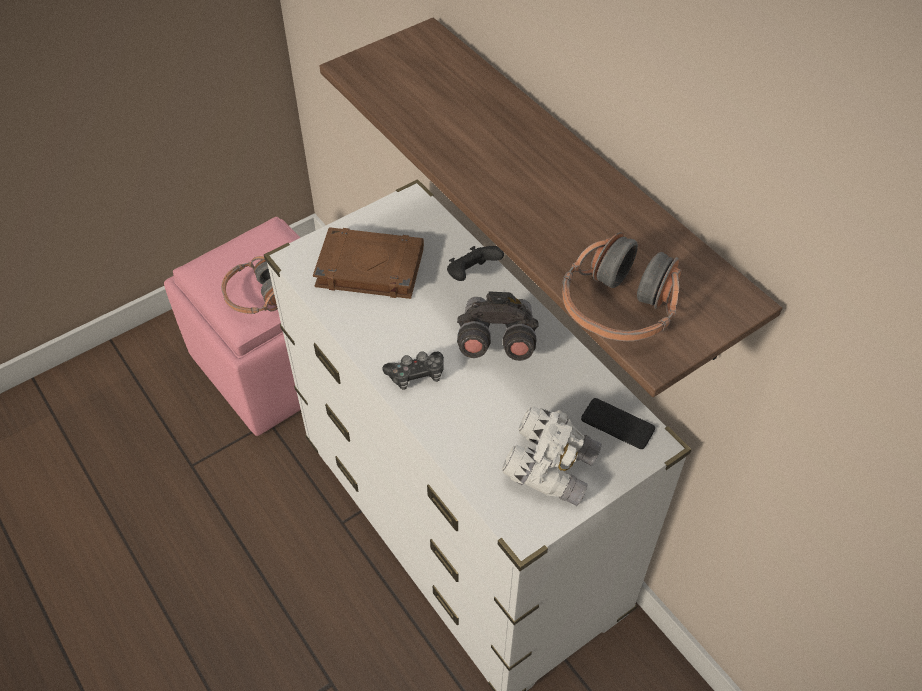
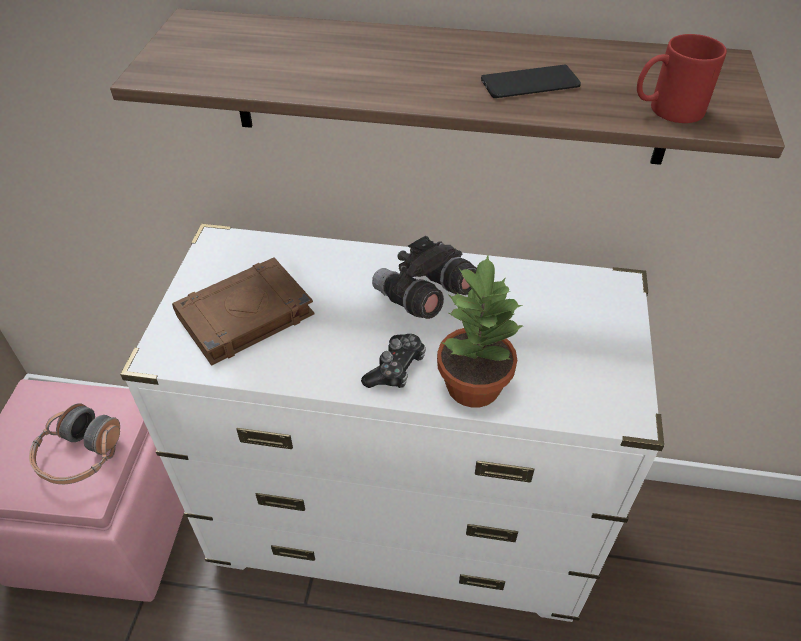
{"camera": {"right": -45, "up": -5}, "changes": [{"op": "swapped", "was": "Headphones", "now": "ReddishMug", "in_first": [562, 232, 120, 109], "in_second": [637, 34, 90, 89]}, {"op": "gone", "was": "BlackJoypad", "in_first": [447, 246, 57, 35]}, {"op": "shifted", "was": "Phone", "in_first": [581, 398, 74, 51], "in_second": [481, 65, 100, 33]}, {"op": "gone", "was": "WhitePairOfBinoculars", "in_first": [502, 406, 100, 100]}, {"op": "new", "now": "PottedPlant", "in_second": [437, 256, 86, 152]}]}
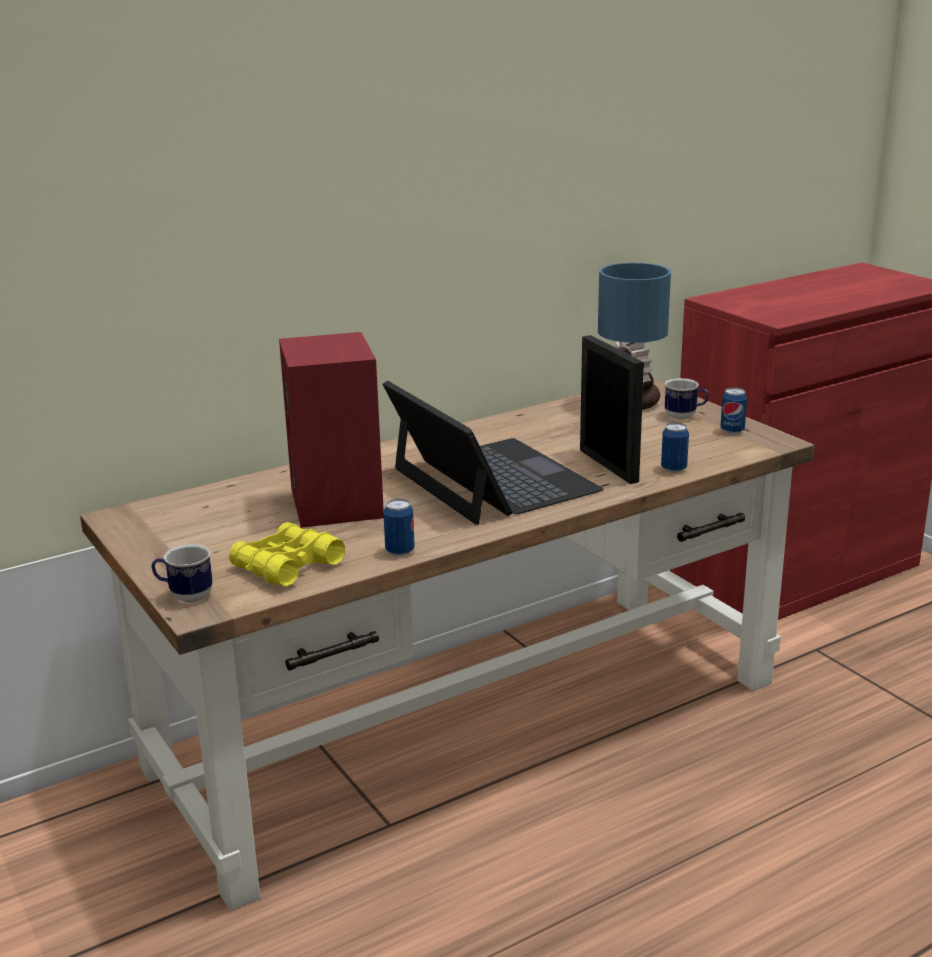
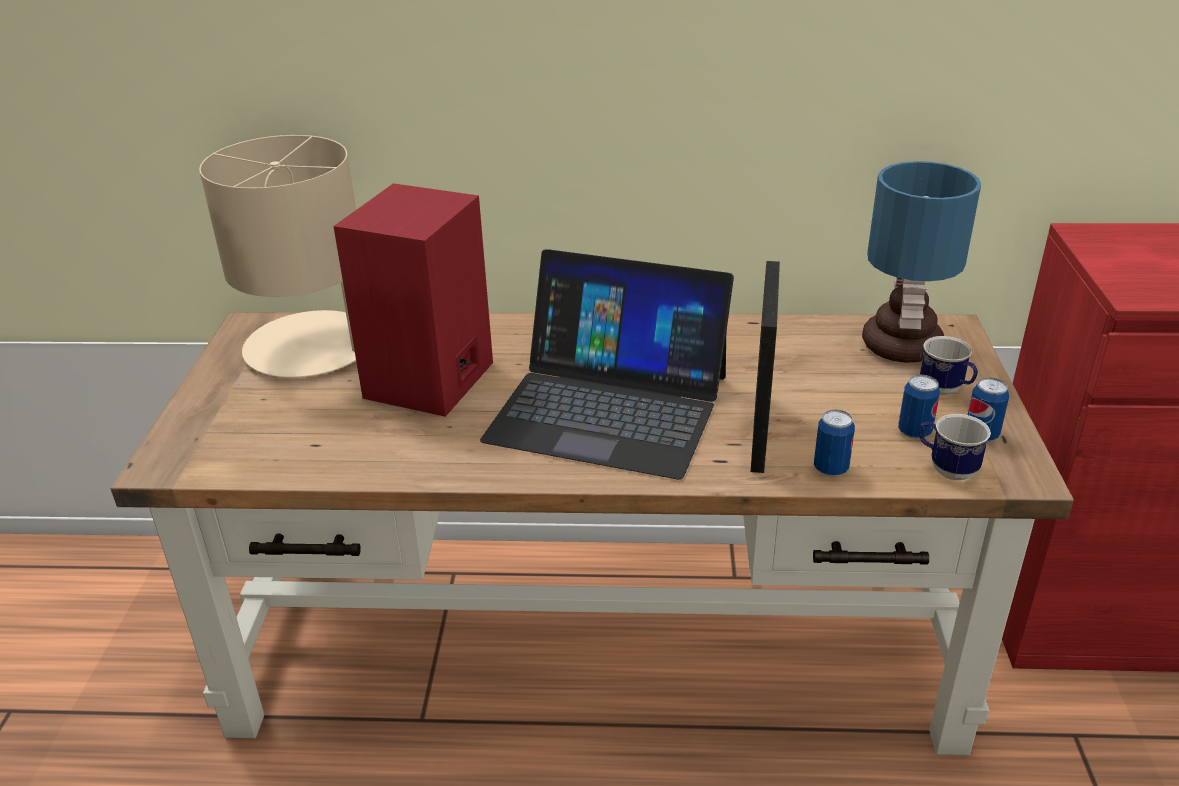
{"camera": {"right": 35, "up": 10}, "changes": [{"op": "rotated", "was": "PortableComputer", "in_first": [383, 381, 220, 144], "in_second": [480, 249, 254, 231], "clockwise": 105}, {"op": "shifted", "was": "Can", "in_first": [383, 499, 32, 57], "in_second": [898, 375, 42, 64]}, {"op": "gone", "was": "YellowColouredPairOfBinoculars", "in_first": [229, 522, 116, 64]}, {"op": "shifted", "was": "Mug", "in_first": [151, 544, 62, 58], "in_second": [919, 414, 72, 66]}, {"op": "new", "now": "BeigeColouredLampForATable", "in_second": [199, 135, 157, 243]}]}
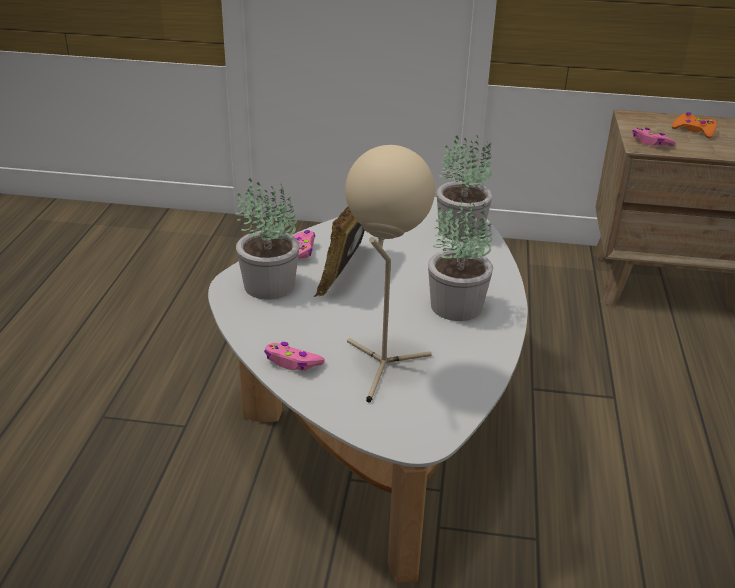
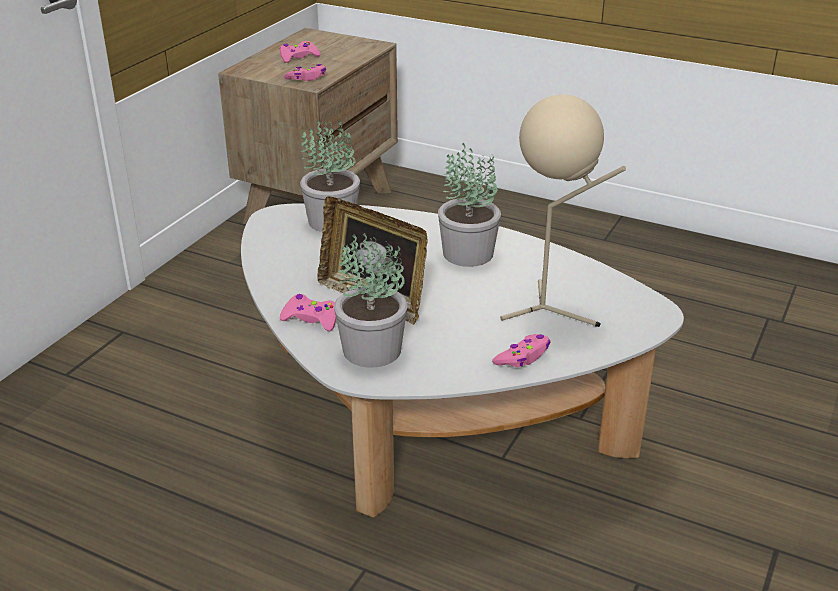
{"camera": {"right": -70, "up": 0}, "changes": [{"op": "repainted", "was": "OrangeJoypad", "now": "PinkColouredJoypad", "in_first": [672, 112, 44, 26], "in_second": [280, 41, 40, 22]}]}
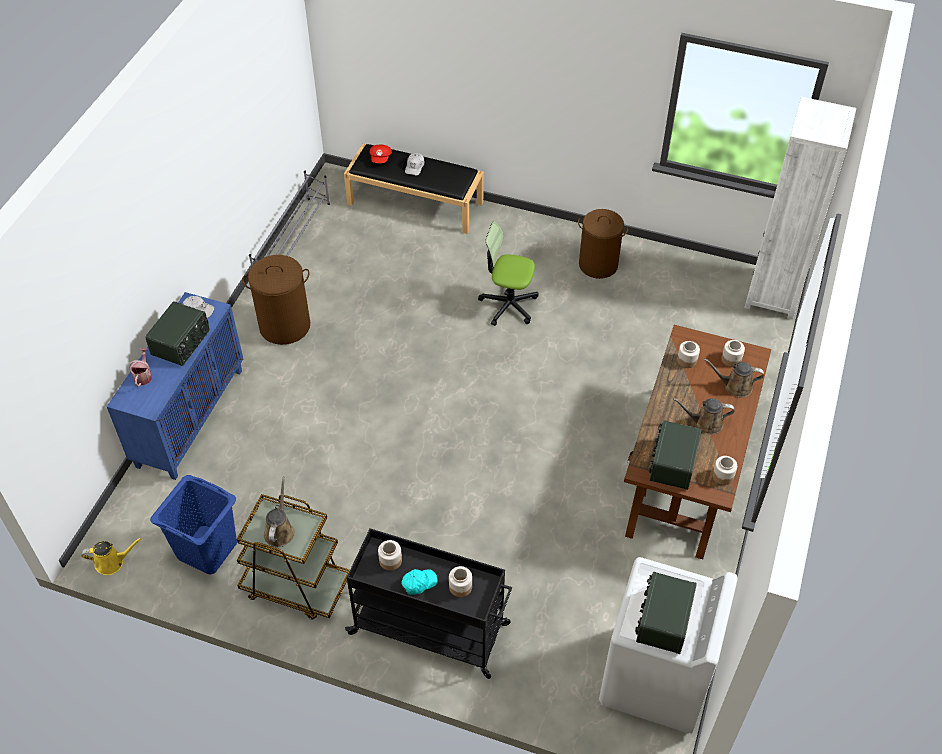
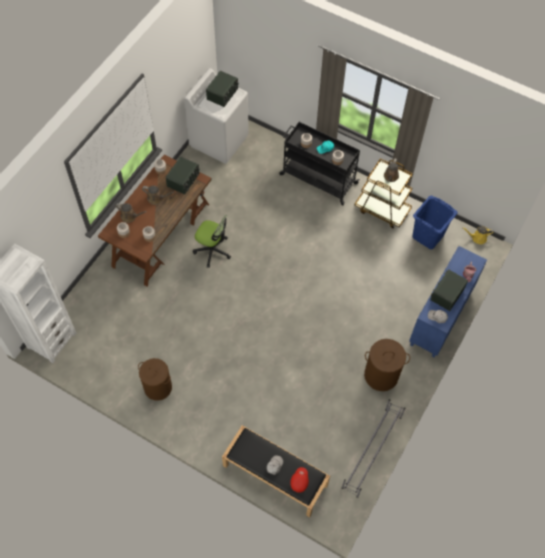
{"camera": {"right": -170, "up": 10}, "changes": [{"op": "shifted", "was": "DeskChair", "in_first": [478, 221, 61, 105], "in_second": [193, 215, 38, 53]}]}
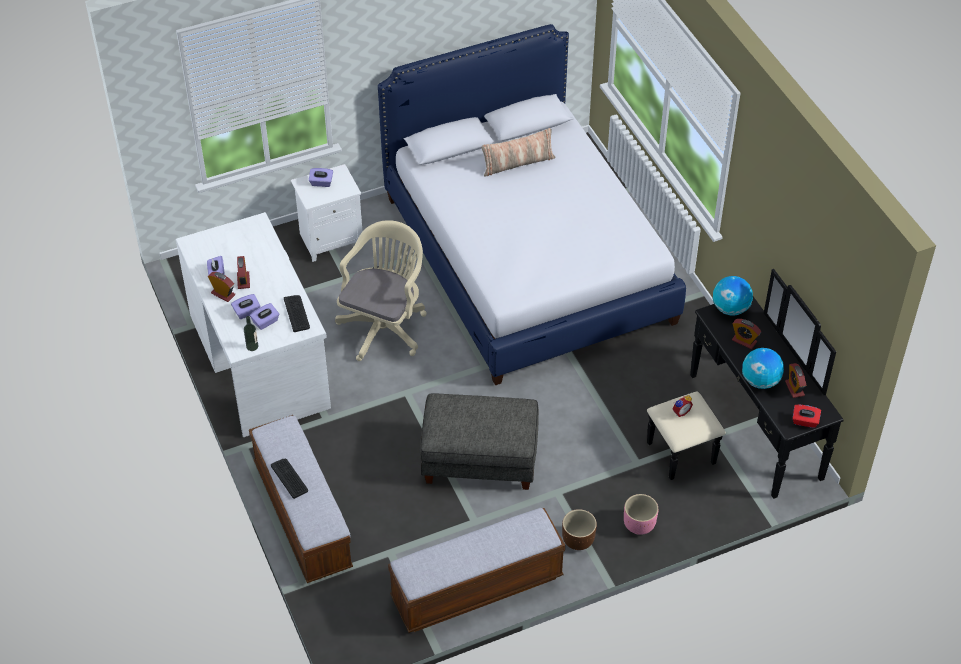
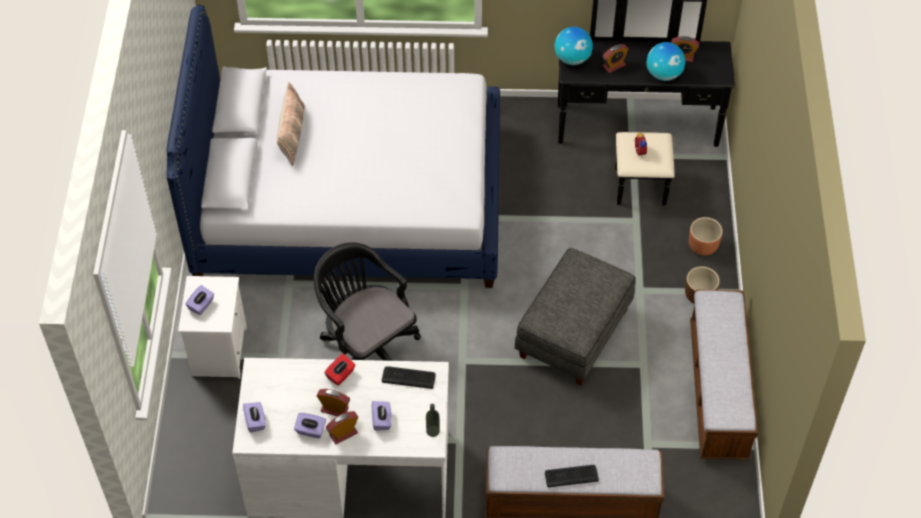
{"camera": {"right": -65, "up": 5}, "changes": [{"op": "repainted", "was": "BeigeColouredDeskChair", "now": "BlackDeskChair", "in_first": [335, 220, 92, 141], "in_second": [314, 242, 107, 119]}, {"op": "shifted", "was": "PurpleColouredTissueHolder", "in_first": [250, 303, 30, 27], "in_second": [243, 402, 23, 30]}, {"op": "shifted", "was": "ReddishTissueHolder", "in_first": [793, 405, 28, 23], "in_second": [324, 354, 32, 32]}, {"op": "repainted", "was": "PinkColouredFlowerPot", "now": "BrownishFlowerPot", "in_first": [624, 494, 34, 41], "in_second": [689, 217, 34, 38]}]}
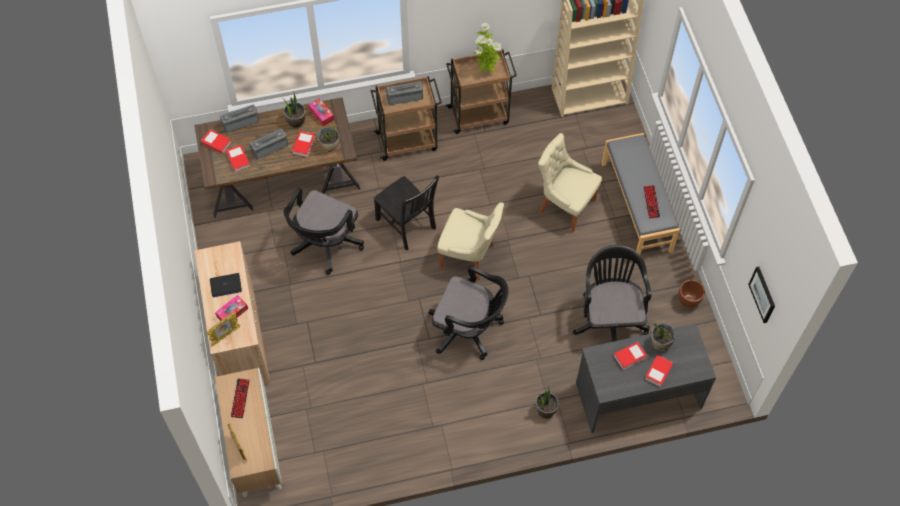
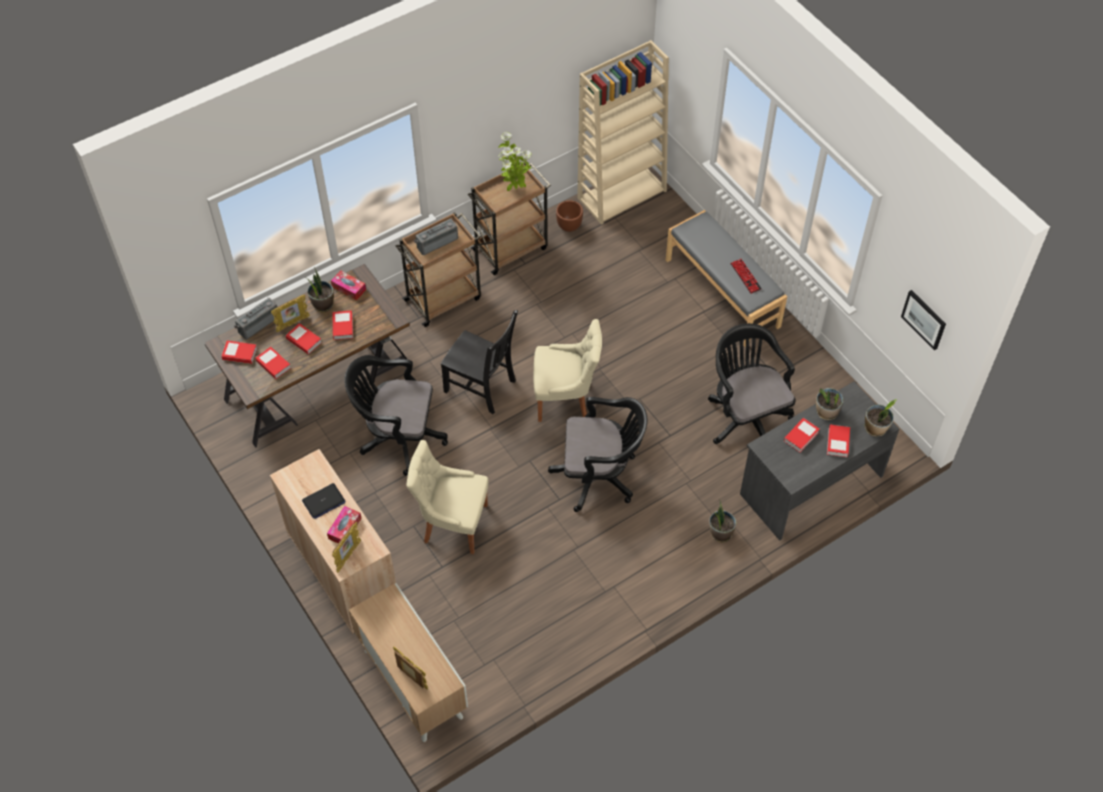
{"camera": {"right": -20, "up": -5}, "changes": [{"op": "shifted", "was": "PottedPlant", "in_first": [318, 125, 21, 28], "in_second": [865, 399, 32, 38]}, {"op": "swapped", "was": "Radio", "now": "Book", "in_first": [249, 128, 39, 32], "in_second": [286, 323, 36, 31]}, {"op": "shifted", "was": "BeigeColouredUprightChair", "in_first": [538, 133, 64, 99], "in_second": [406, 440, 83, 114]}, {"op": "rotated", "was": "BlackDeskChair", "in_first": [284, 187, 80, 88], "in_second": [344, 355, 104, 121], "clockwise": 90}, {"op": "shifted", "was": "BrownishFlowerPot", "in_first": [678, 279, 27, 29], "in_second": [556, 200, 27, 32]}, {"op": "gone", "was": "Keyboard", "in_first": [231, 378, 19, 41]}, {"op": "new", "now": "PictureFrame", "in_second": [271, 294, 39, 38]}]}
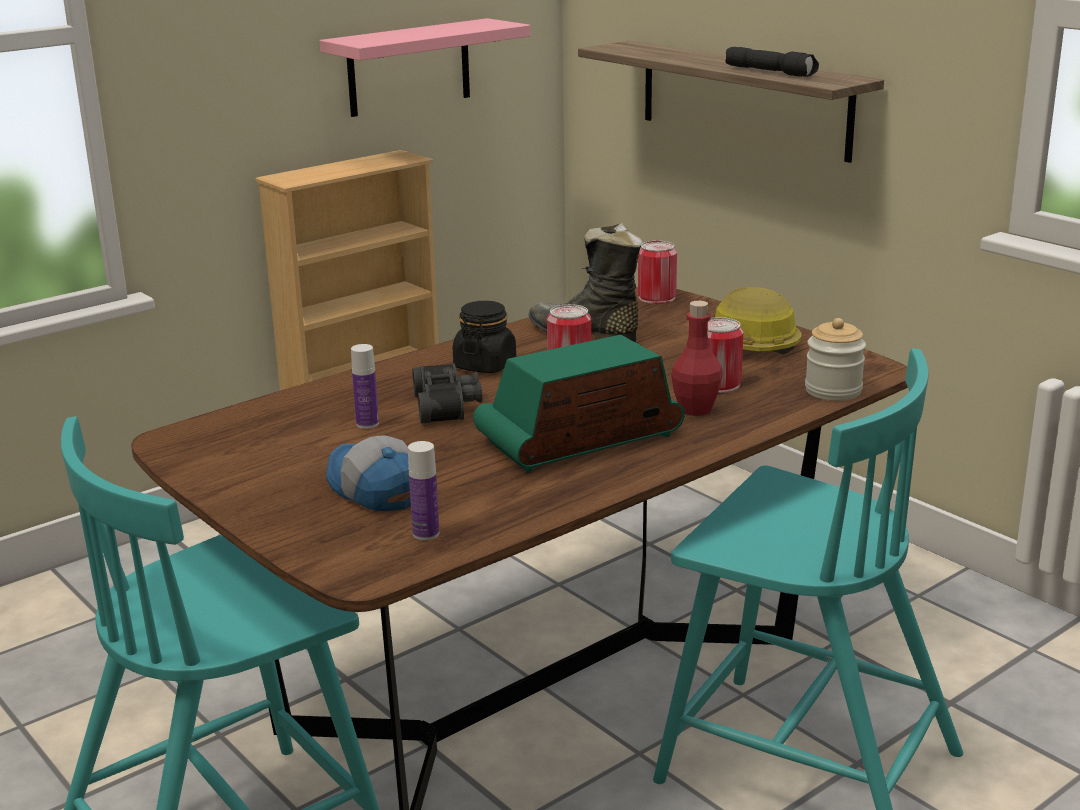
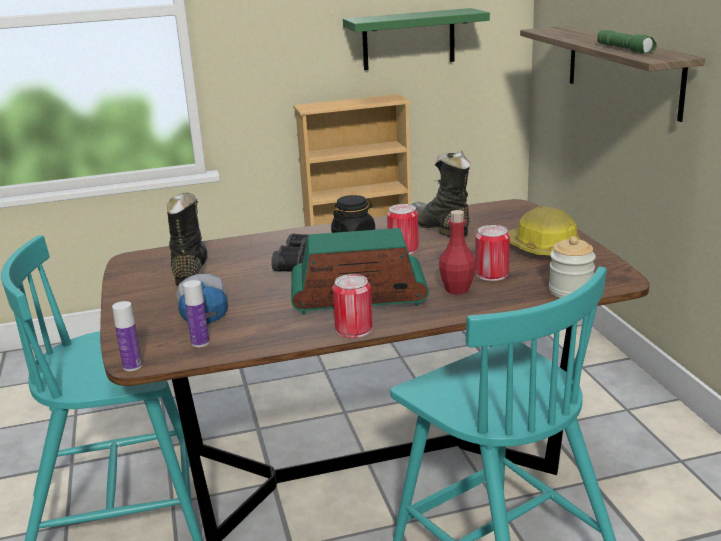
{"camera": {"right": 25, "up": 0}, "changes": [{"op": "repainted", "was": "PinkColouredShelf", "now": "GreenishShelf", "in_first": [320, 18, 210, 99], "in_second": [343, 8, 147, 62]}, {"op": "repainted", "was": "BlackHandTorch", "now": "GreenishHandTorch", "in_first": [725, 47, 94, 30], "in_second": [597, 30, 60, 24]}, {"op": "shifted", "was": "Can", "in_first": [638, 241, 39, 63], "in_second": [332, 274, 41, 64]}, {"op": "shifted", "was": "Bottle", "in_first": [351, 344, 28, 85], "in_second": [112, 301, 30, 70]}, {"op": "new", "now": "BlackHighTopBoot", "in_second": [167, 193, 40, 93]}]}
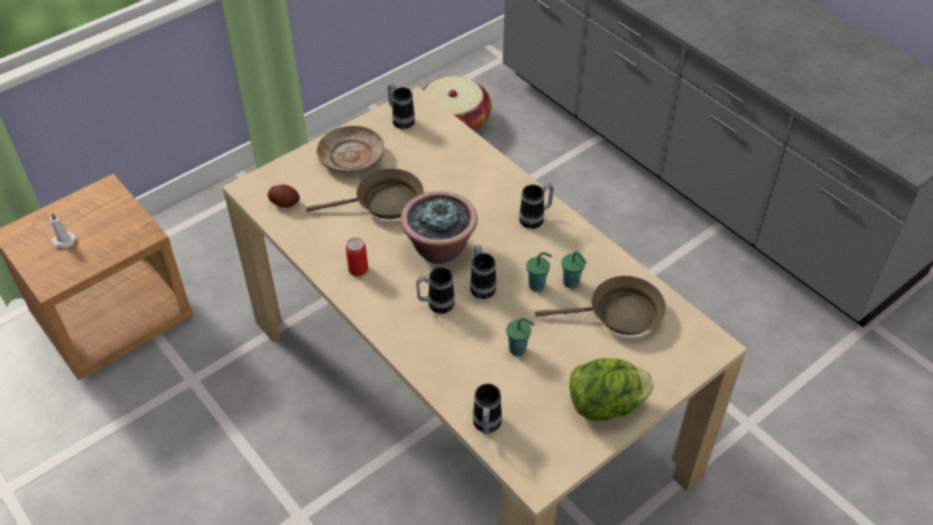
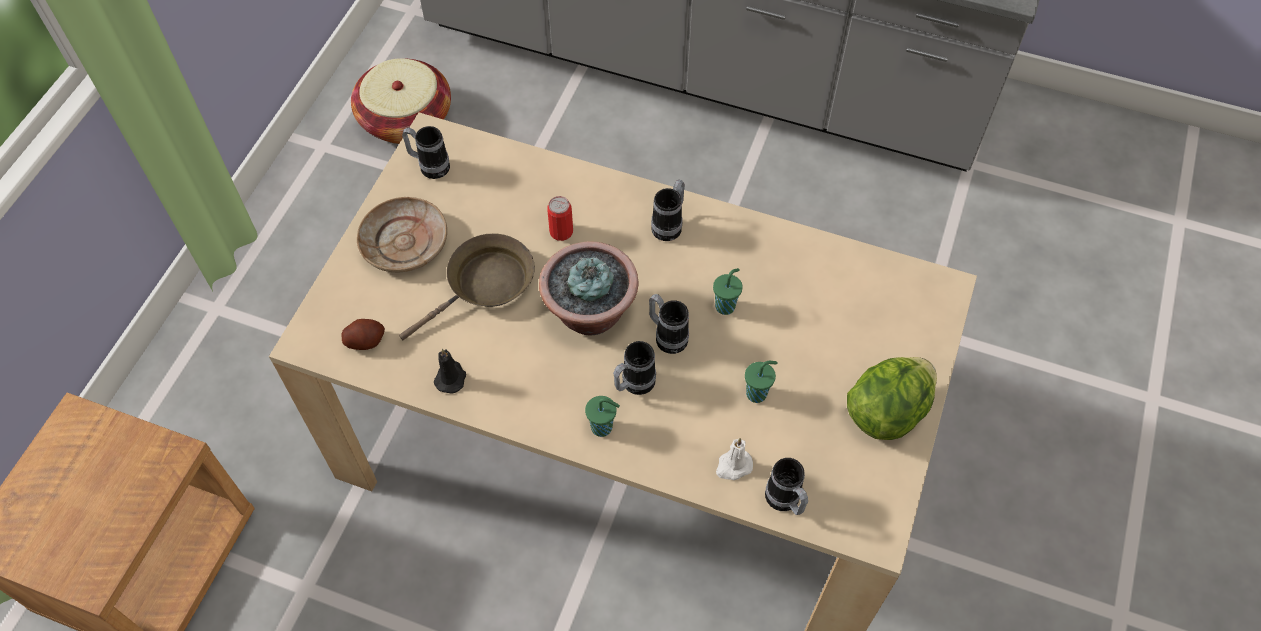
{"camera": {"right": -30, "up": 10}, "changes": [{"op": "shifted", "was": "WhiteCandle", "in_first": [50, 213, 26, 35], "in_second": [716, 438, 37, 42]}, {"op": "shifted", "was": "Can", "in_first": [346, 238, 22, 38], "in_second": [547, 196, 26, 45]}, {"op": "shifted", "was": "GreenishDrinkingCup", "in_first": [561, 251, 26, 37], "in_second": [585, 396, 35, 41]}, {"op": "gone", "was": "BrownishPan", "in_first": [535, 276, 131, 59]}, {"op": "new", "now": "BlackCandle", "in_second": [434, 349, 32, 45]}]}
